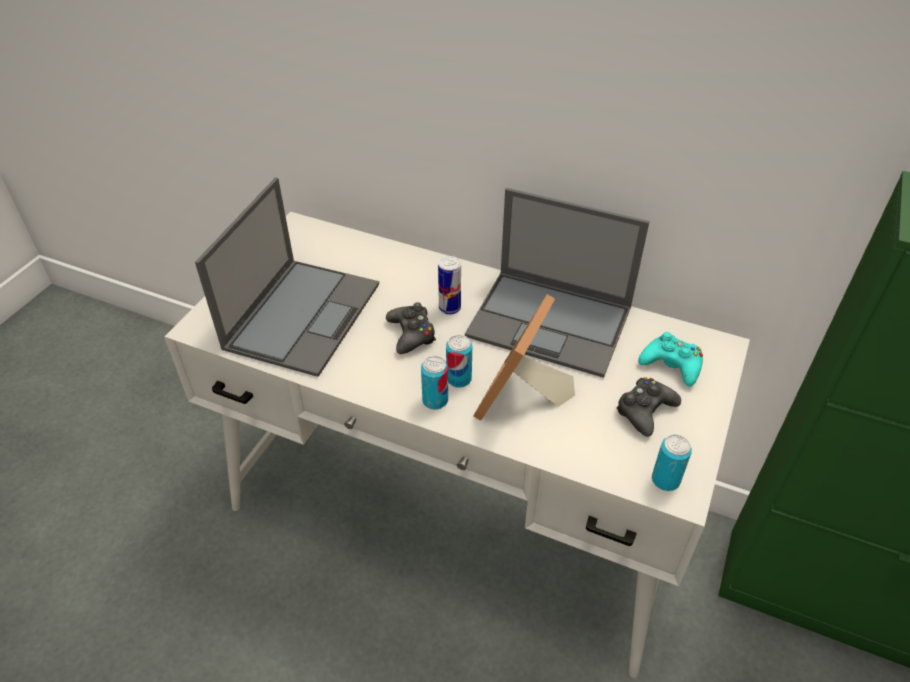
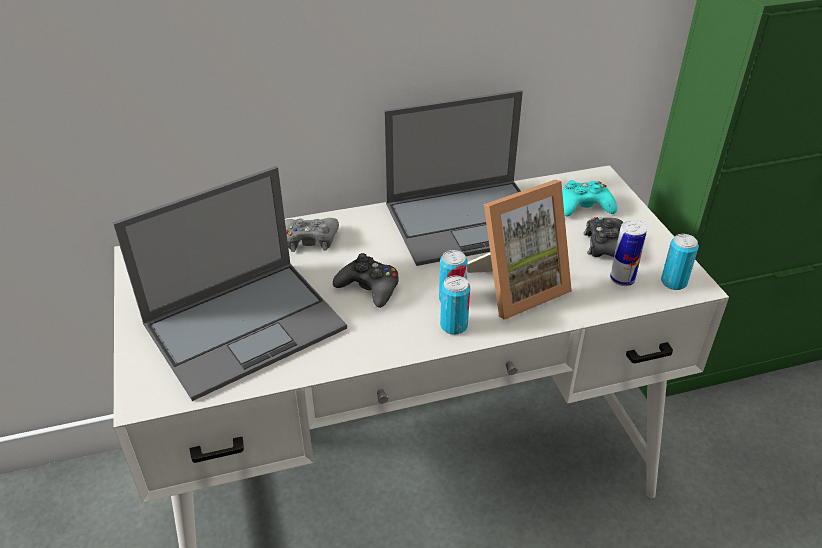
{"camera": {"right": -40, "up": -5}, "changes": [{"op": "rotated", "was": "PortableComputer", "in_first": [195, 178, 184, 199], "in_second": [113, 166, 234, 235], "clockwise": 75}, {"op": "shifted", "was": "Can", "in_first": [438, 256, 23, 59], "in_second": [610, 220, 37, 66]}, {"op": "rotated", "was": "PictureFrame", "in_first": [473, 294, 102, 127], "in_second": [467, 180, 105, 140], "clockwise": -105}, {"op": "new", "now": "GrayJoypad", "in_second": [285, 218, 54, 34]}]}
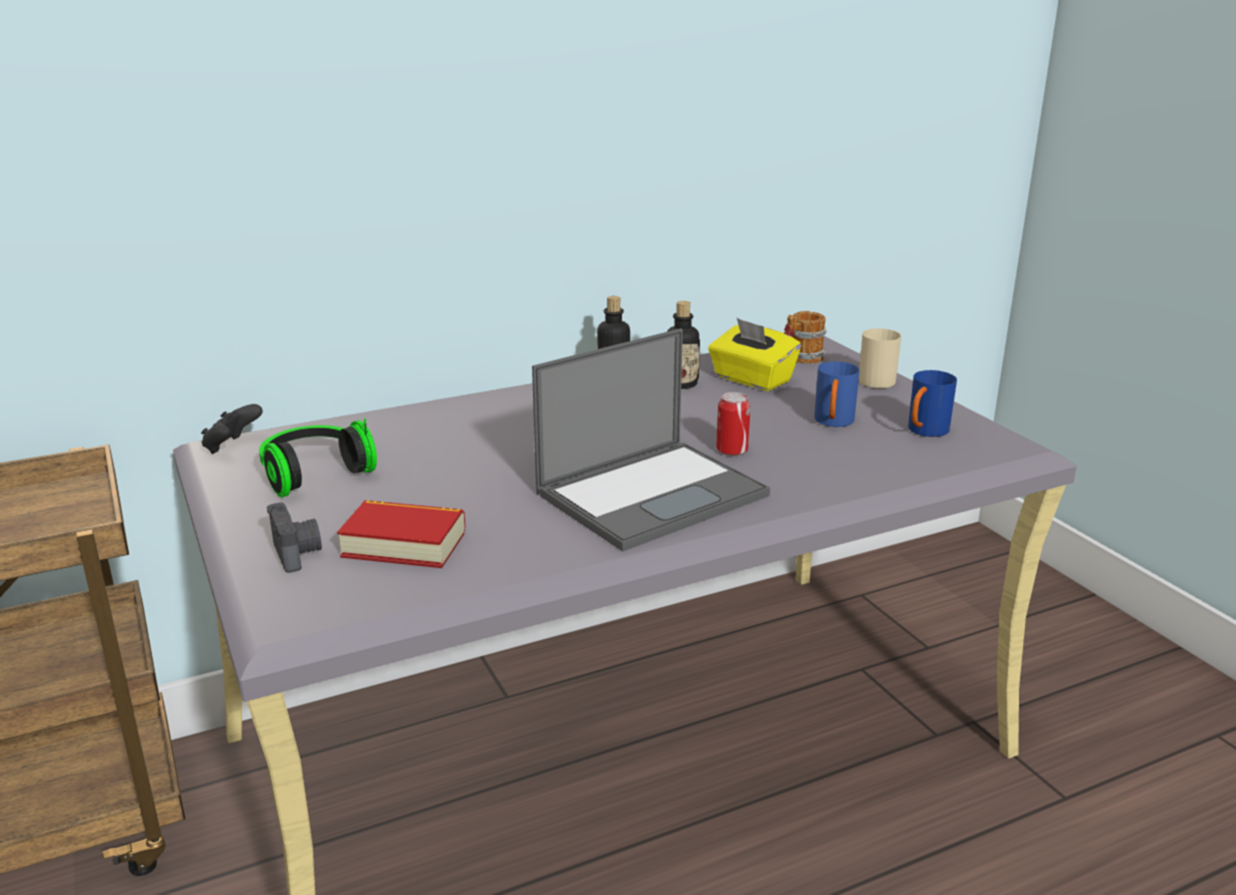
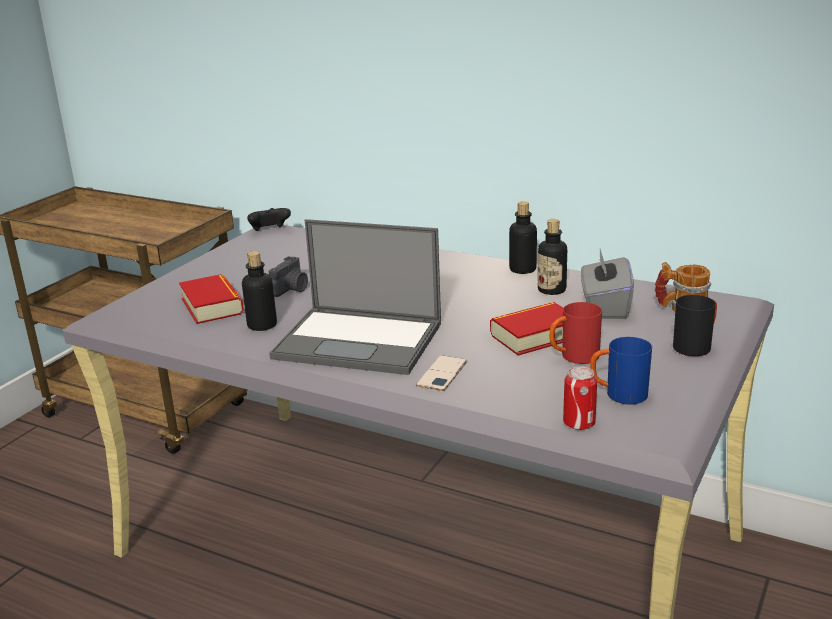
{"camera": {"right": 55, "up": 0}, "changes": [{"op": "repainted", "was": "YellowColouredTissueHolder", "now": "GrayTissueHolder", "in_first": [708, 318, 93, 73], "in_second": [581, 249, 53, 70]}, {"op": "repainted", "was": "BeigeColouredMug", "now": "BlackMug", "in_first": [859, 328, 42, 60], "in_second": [673, 295, 44, 61]}, {"op": "repainted", "was": "BlueMug", "now": "ReddishMug", "in_first": [814, 361, 46, 66], "in_second": [550, 302, 52, 62]}, {"op": "shifted", "was": "Can", "in_first": [716, 392, 34, 64], "in_second": [563, 366, 34, 64]}, {"op": "gone", "was": "Headphones", "in_first": [259, 418, 118, 80]}, {"op": "shifted", "was": "PhotoCamera", "in_first": [267, 502, 55, 71], "in_second": [269, 256, 39, 41]}, {"op": "new", "now": "Bottle", "in_second": [242, 251, 35, 80]}, {"op": "new", "now": "Book", "in_second": [490, 302, 73, 54]}, {"op": "new", "now": "Phone", "in_second": [416, 355, 51, 36]}]}
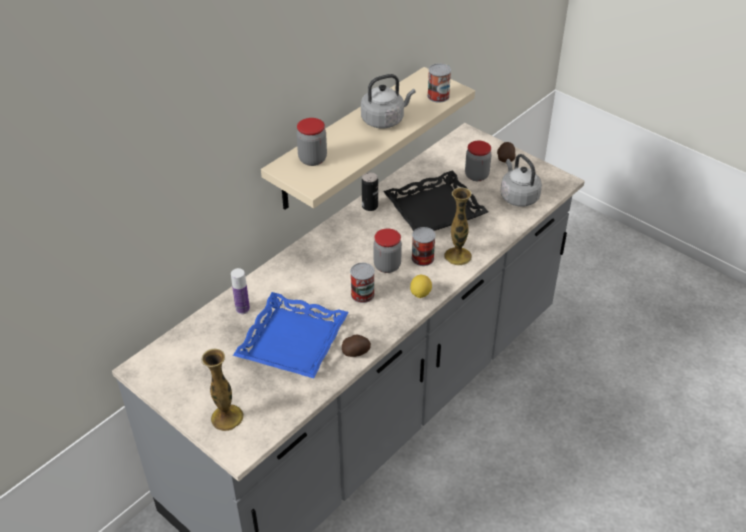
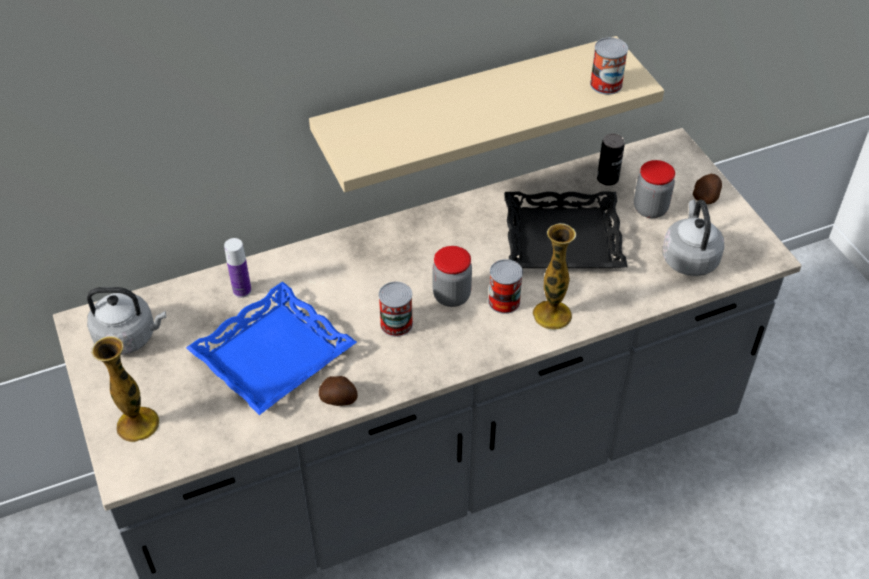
{"camera": {"right": 25, "up": 5}, "changes": [{"op": "shifted", "was": "GrayTeaKettle", "in_first": [361, 74, 54, 55], "in_second": [87, 287, 79, 68]}, {"op": "gone", "was": "Jar", "in_first": [297, 118, 30, 48]}, {"op": "shifted", "was": "Can", "in_first": [362, 172, 16, 39], "in_second": [597, 134, 28, 52]}, {"op": "gone", "was": "Lemon", "in_first": [410, 275, 22, 23]}]}
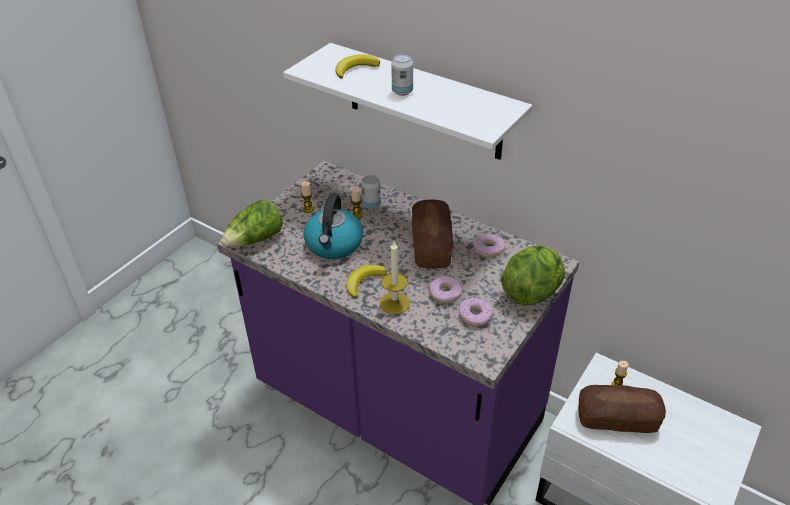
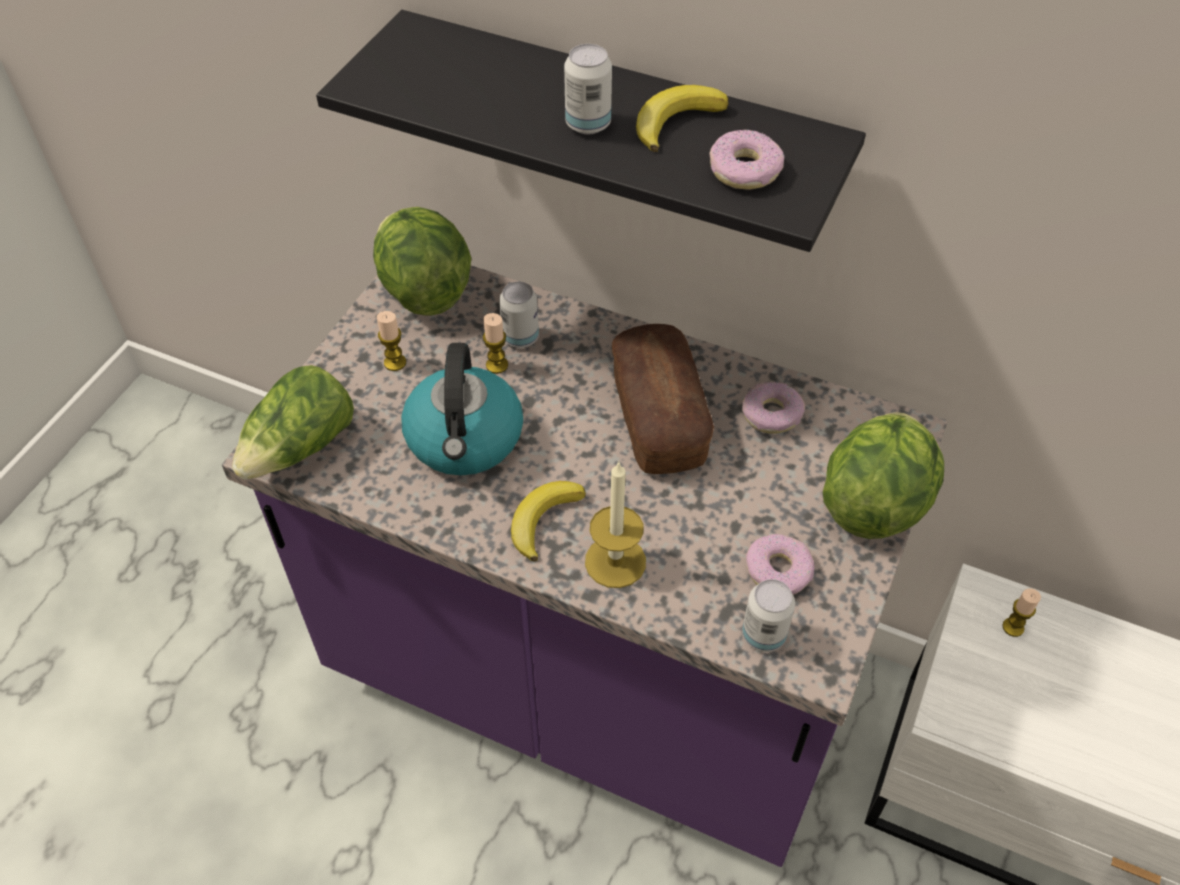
{"camera": {"right": -10, "up": 10}, "changes": [{"op": "repainted", "was": "WhiteShelf", "now": "BlackShelf", "in_first": [283, 43, 249, 117], "in_second": [316, 10, 550, 242]}, {"op": "shifted", "was": "Banana", "in_first": [335, 54, 45, 25], "in_second": [636, 85, 93, 67]}, {"op": "shifted", "was": "Donut", "in_first": [429, 276, 33, 27], "in_second": [709, 130, 75, 60]}, {"op": "gone", "was": "BakeryBread", "in_first": [578, 385, 88, 48]}, {"op": "new", "now": "HeadOfLettuce", "in_second": [373, 207, 98, 109]}, {"op": "new", "now": "Can", "in_second": [742, 579, 53, 73]}]}
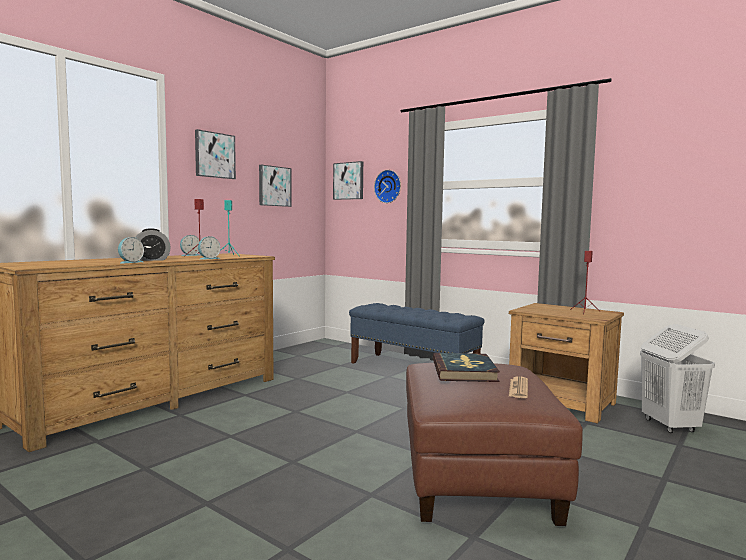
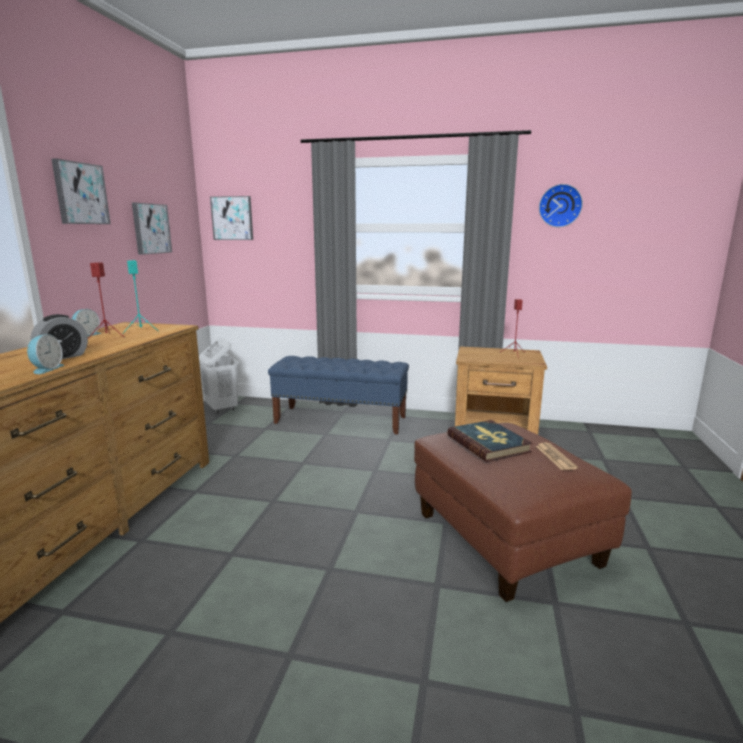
{"camera": {"right": -25, "up": 10}, "changes": [{"op": "shifted", "was": "ClockOnTheWall", "in_first": [374, 170, 27, 33], "in_second": [539, 184, 44, 43]}, {"op": "gone", "was": "AlarmClock", "in_first": [198, 236, 22, 24]}, {"op": "shifted", "was": "WhiteHamper", "in_first": [640, 324, 75, 109], "in_second": [199, 338, 40, 76]}]}
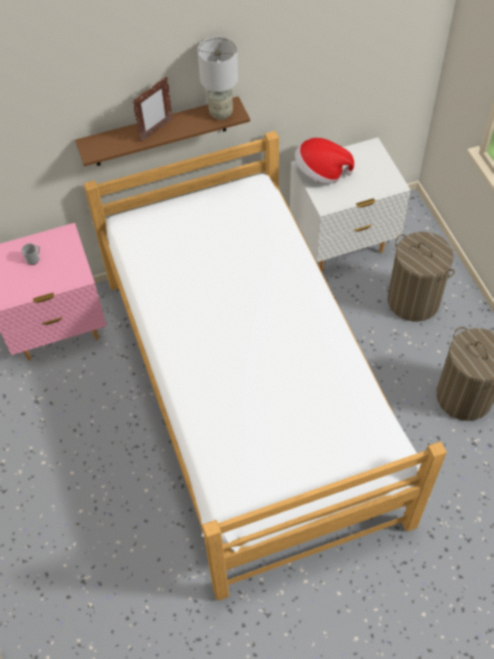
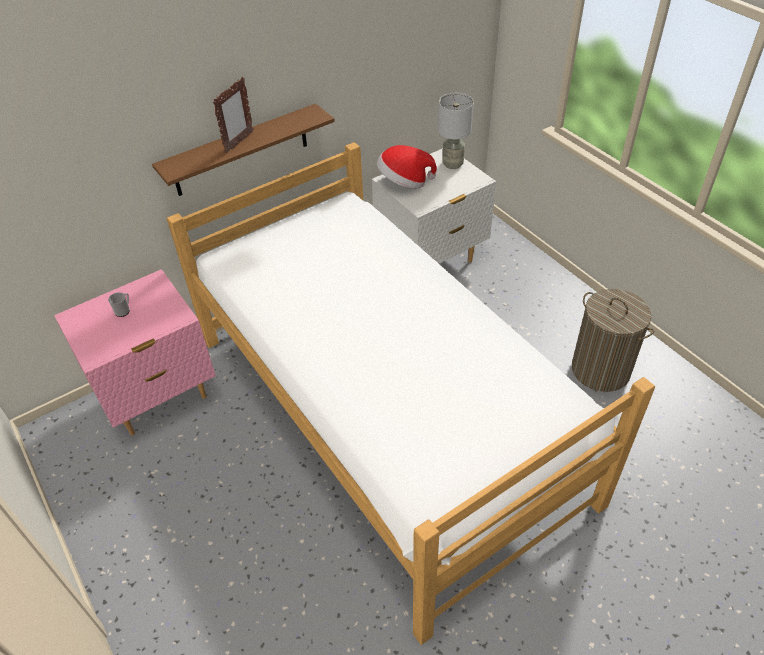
{"camera": {"right": -15, "up": -10}, "changes": [{"op": "shifted", "was": "GrayLampForATable", "in_first": [198, 36, 40, 84], "in_second": [438, 93, 36, 76]}, {"op": "gone", "was": "Hamper", "in_first": [388, 232, 67, 90]}]}
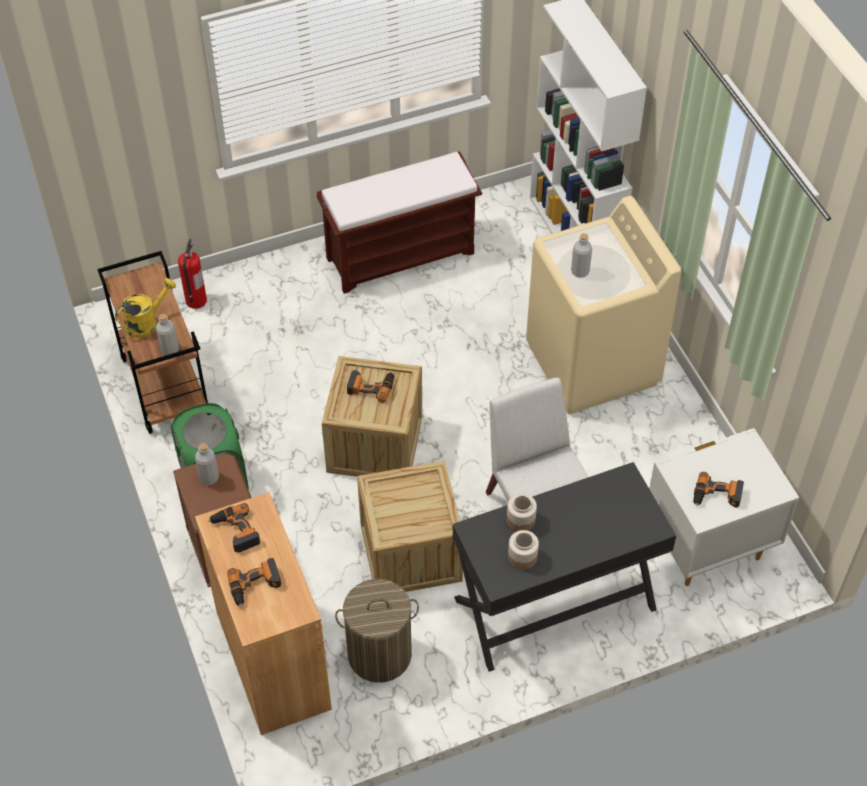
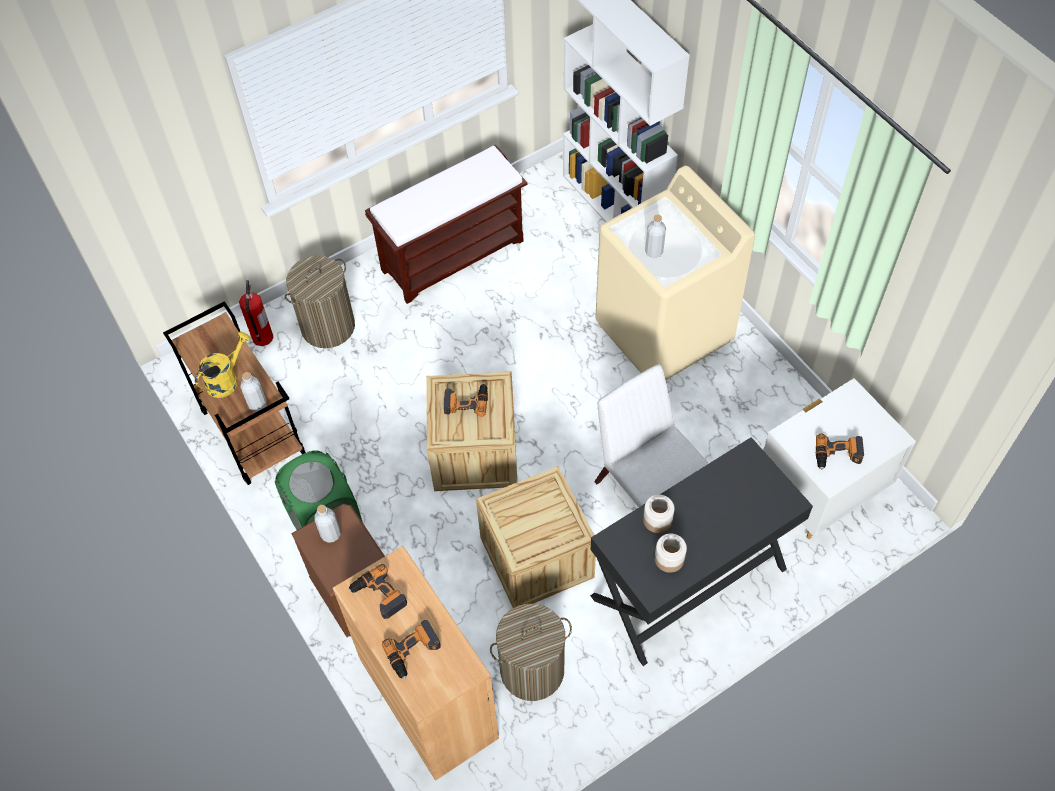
{"camera": {"right": -10, "up": 5}, "changes": [{"op": "new", "now": "Hamper", "in_second": [285, 256, 70, 92]}]}
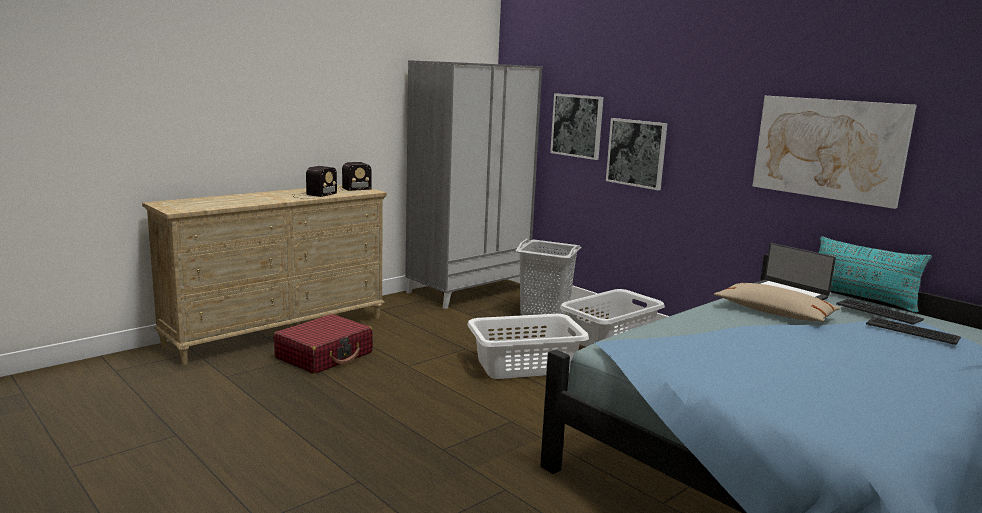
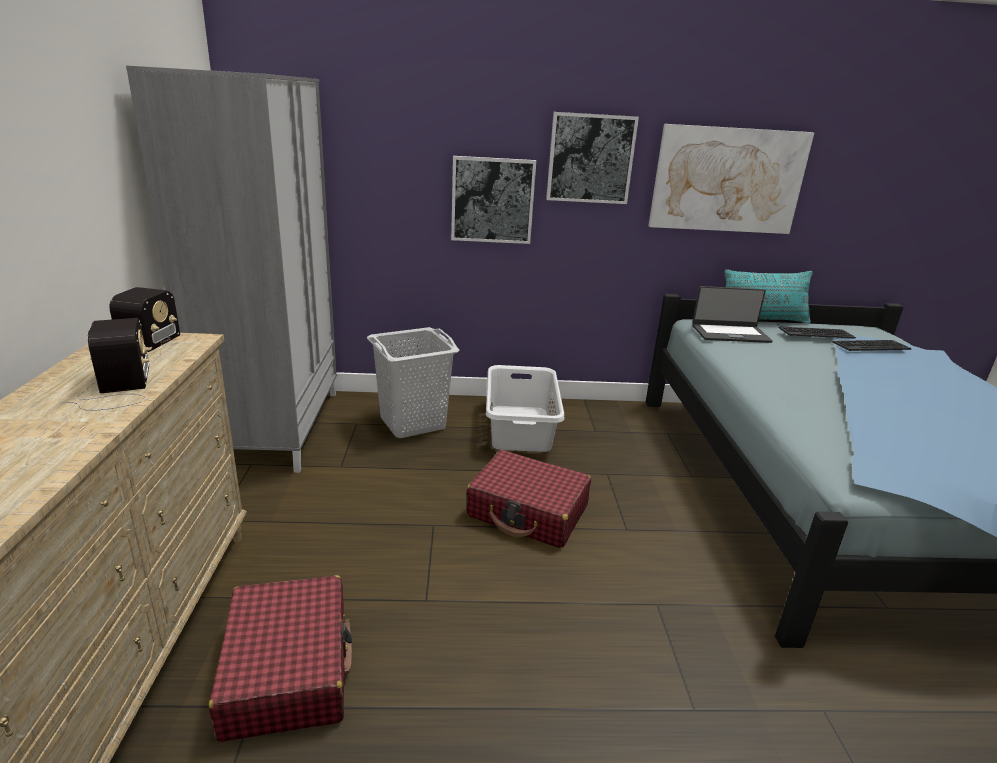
{"camera": {"right": -50, "up": 10}, "changes": [{"op": "shifted", "was": "WallArt", "in_first": [550, 94, 54, 66], "in_second": [546, 112, 93, 92]}, {"op": "gone", "was": "BeigeColouredThrowPillow", "in_first": [714, 283, 127, 39]}, {"op": "swapped", "was": "WhiteHamper", "now": "ReddishTravelCase", "in_first": [467, 314, 122, 65], "in_second": [466, 450, 125, 98]}]}
